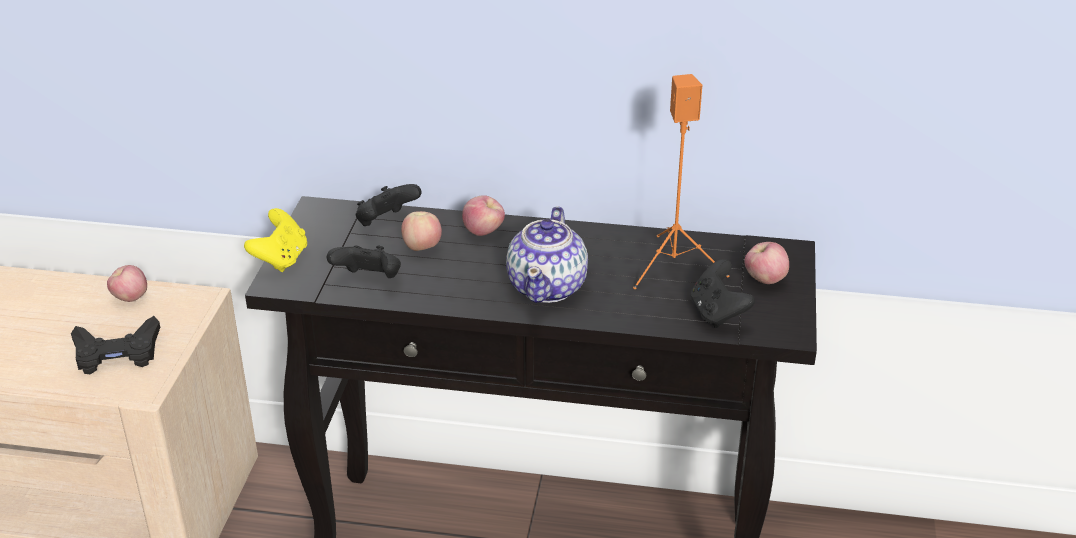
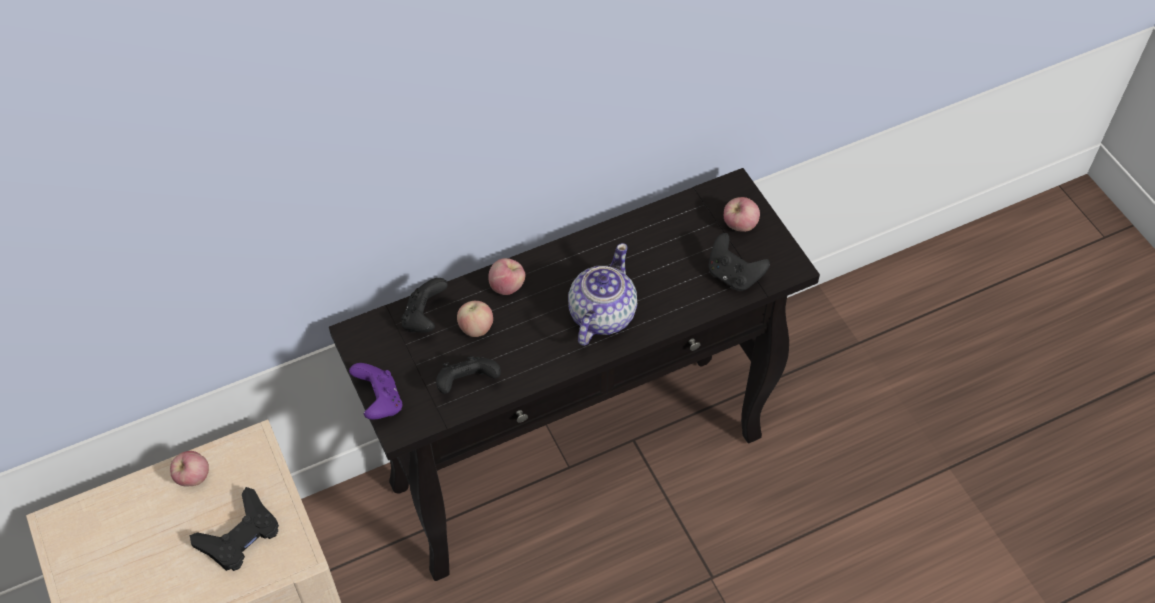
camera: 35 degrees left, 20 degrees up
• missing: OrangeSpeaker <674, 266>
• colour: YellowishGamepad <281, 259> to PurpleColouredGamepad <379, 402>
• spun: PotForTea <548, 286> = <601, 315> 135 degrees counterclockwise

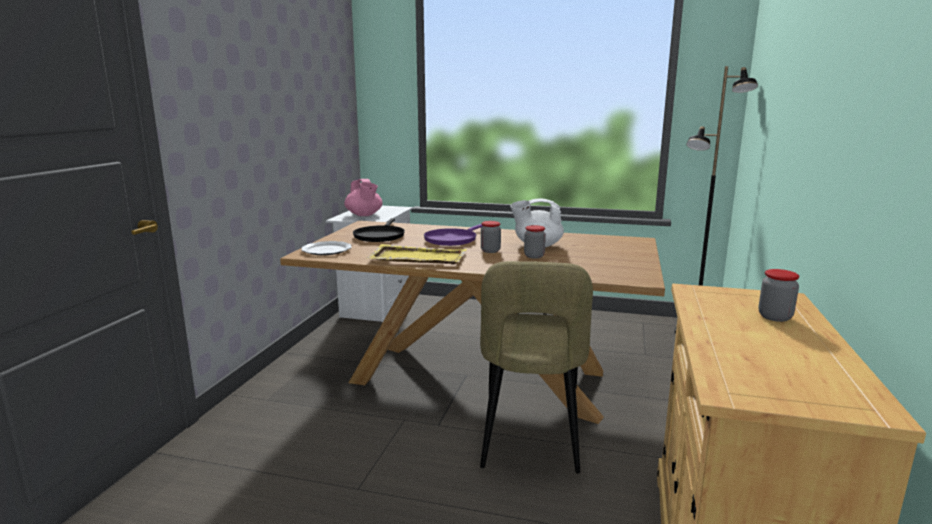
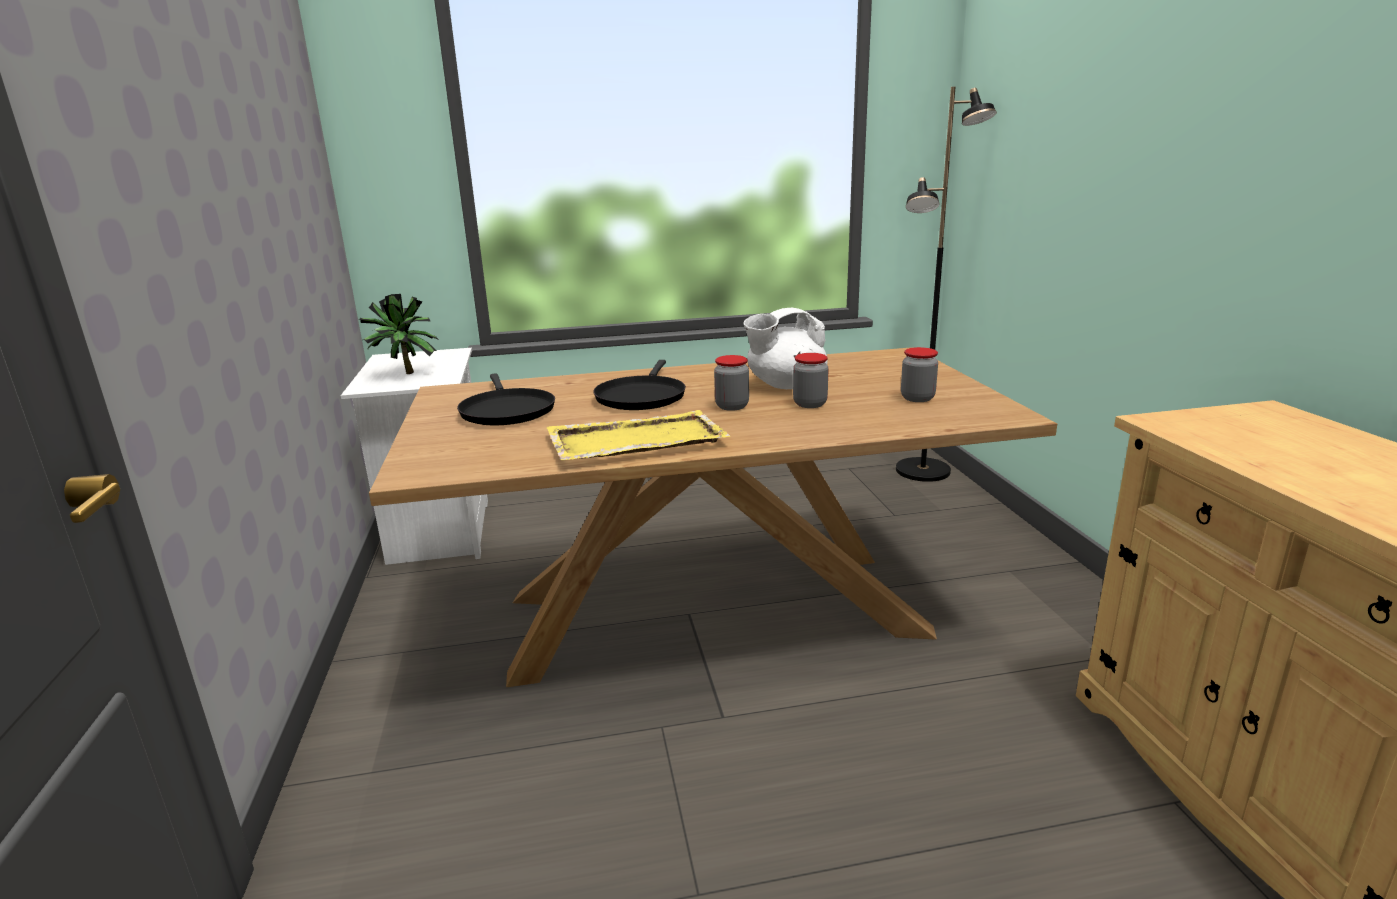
camera: 25 degrees left, 5 degrees up
• missing: Plate <327, 250>
• missing: BeigePlainChair <530, 440>
• relocated: Jar <775, 317> to <917, 398>
• exchanged: PinkishPotForTea <364, 215> to Houseplant <404, 374>
• colour: PurpleColouredPan <452, 239> to BlackColouredPan <641, 396>

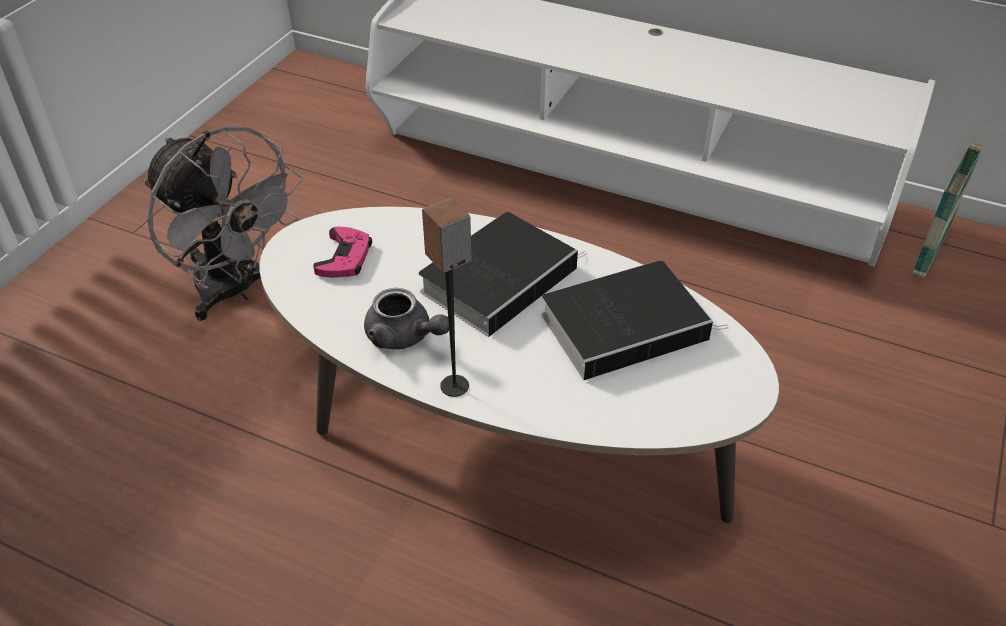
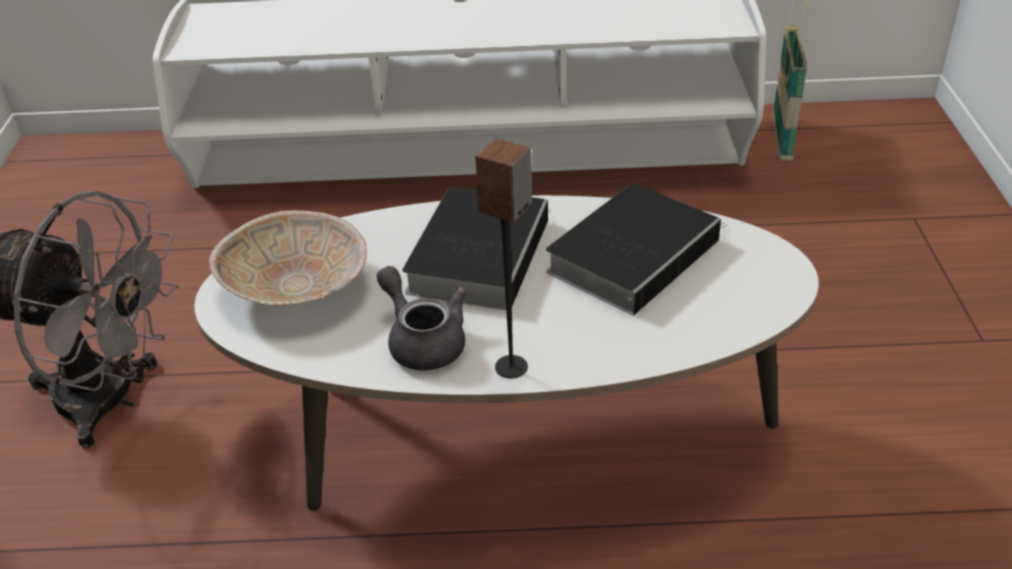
camera: 25 degrees left, 5 degrees down
• exchanged: PinkishGamepad <345, 258> to BeigeServingBowl <297, 289>
• spun: GreyishPotForTea <404, 337> = <423, 341> 135 degrees counterclockwise

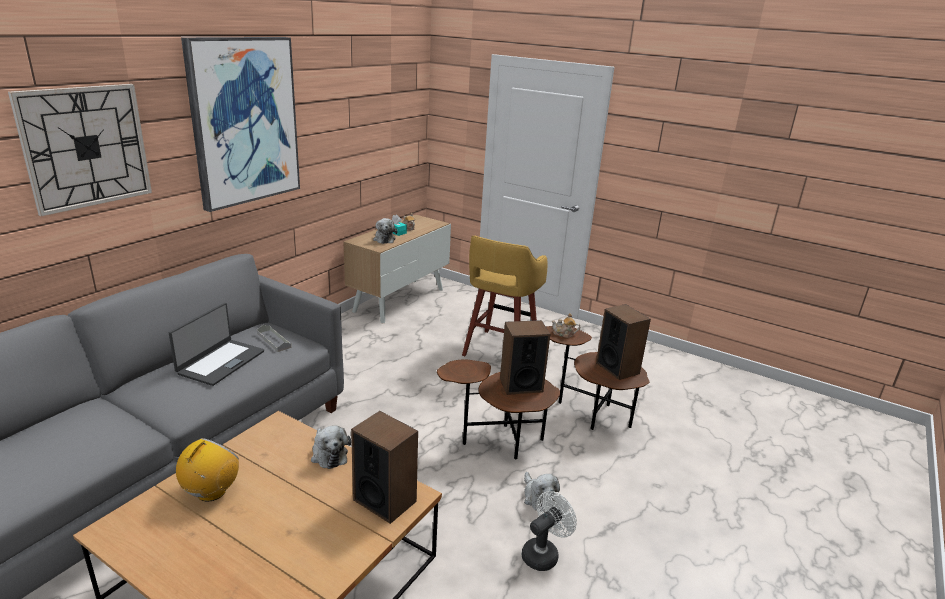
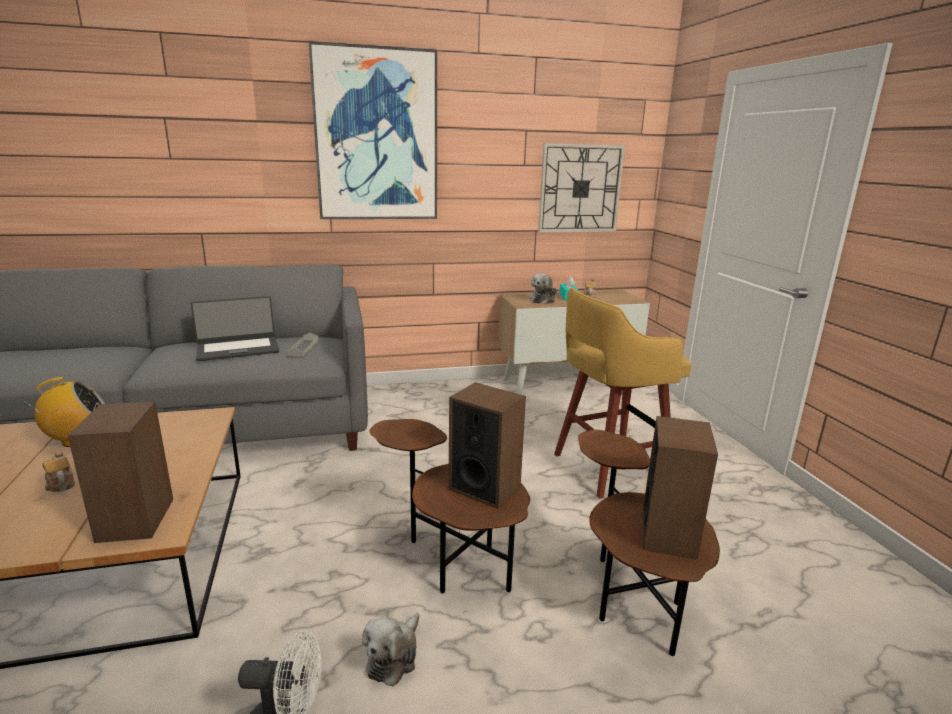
camera: 45 degrees right, 5 degrees down
• missing: PlushToy <328, 454>
• relocated: HangingClock <86, 147> to <580, 189>
• relocated: PotForTea <564, 334> to <60, 484>

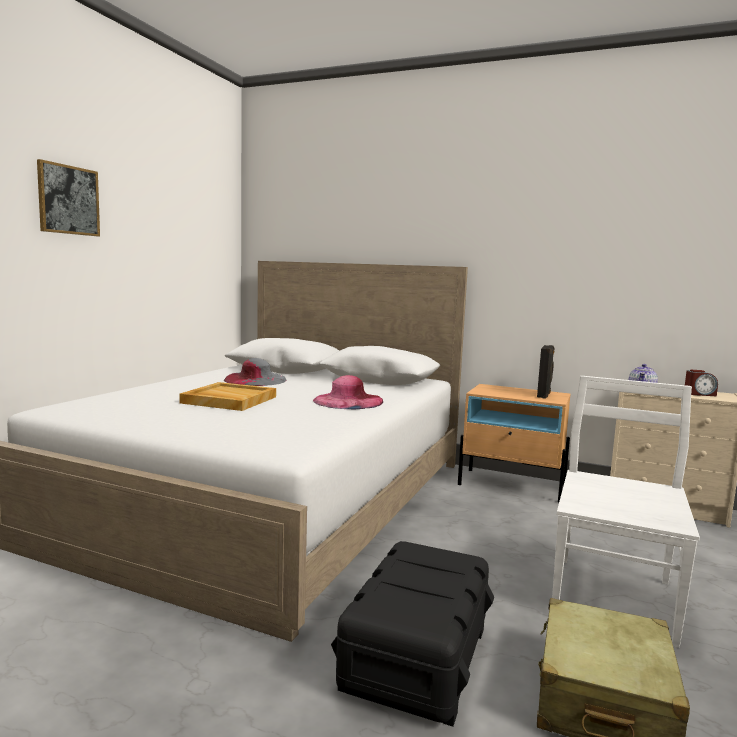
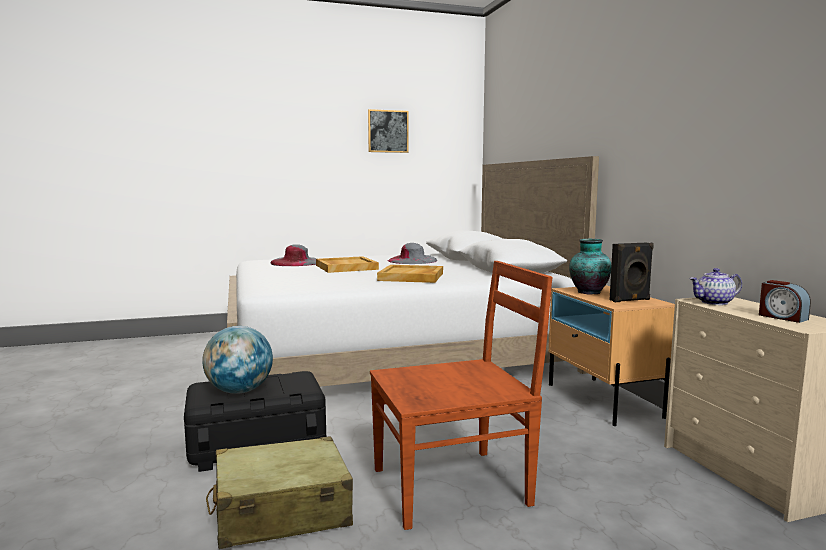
camera: 50 degrees right, 0 degrees up
• appeared: WorldGlobe <239, 391>
• appeared: GreyishClothingHat <296, 262>
• appeared: Vase <588, 292>
• relocated: WallPicture <68, 200> to <388, 131>
• exchanged: PinkishClothingHat <348, 401> to BeigeCarryingTray <411, 277>
• colour: WhitePlainChair <613, 595> to BrownPlainChair <454, 486>

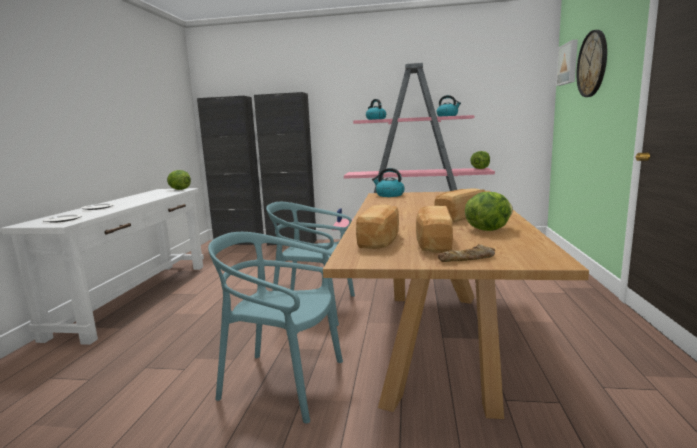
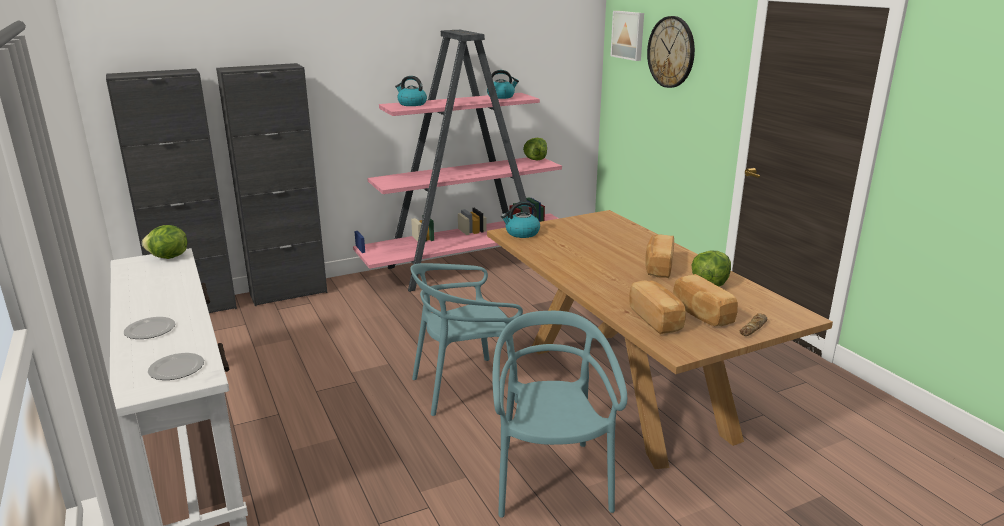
camera: 35 degrees left, 10 degrees up
• spun: TurquoisePlainChair <283, 383> = <550, 480> 105 degrees clockwise

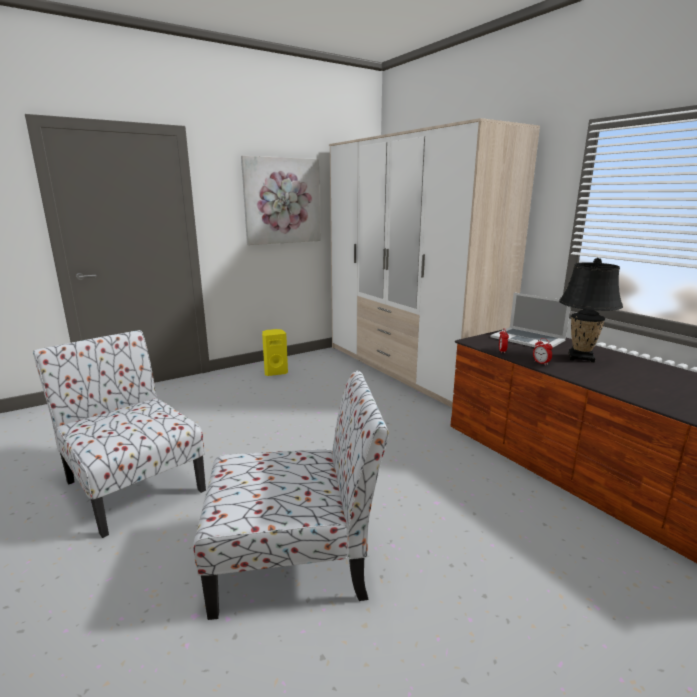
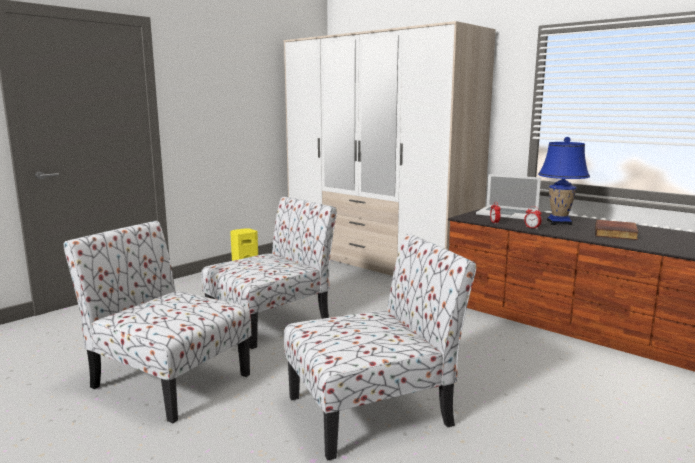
camera: 15 degrees left, 5 degrees down
• missing: WallPicture <282, 201>
• appeared: PlainChair <272, 321>
• appeared: BoundBook <616, 233>
• colour: BlackColouredTabletopLamp <581, 357> to BlueColouredTabletopLamp <559, 222>

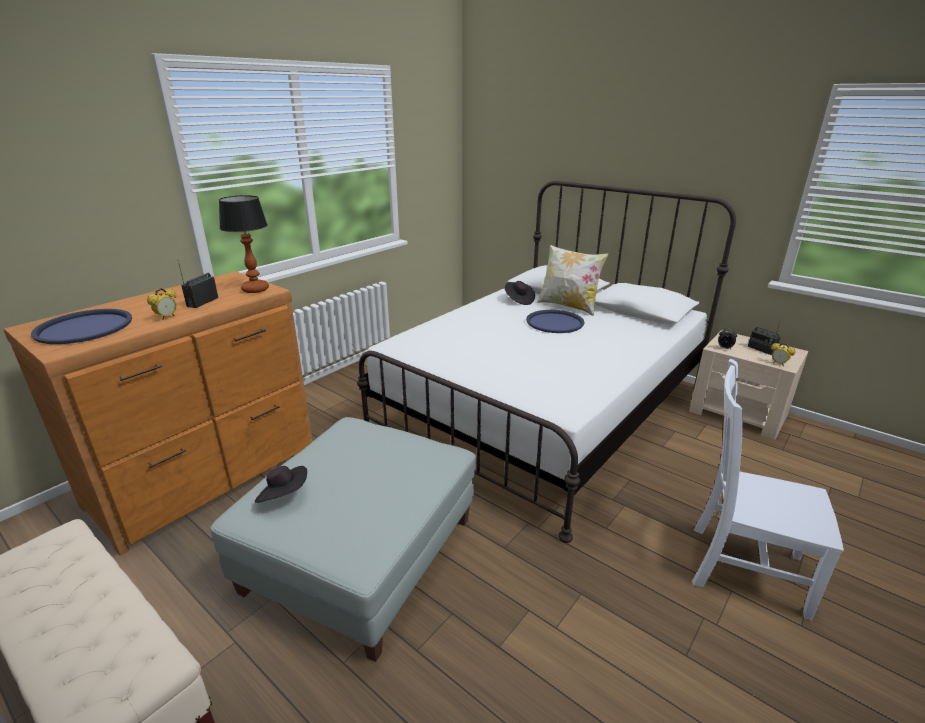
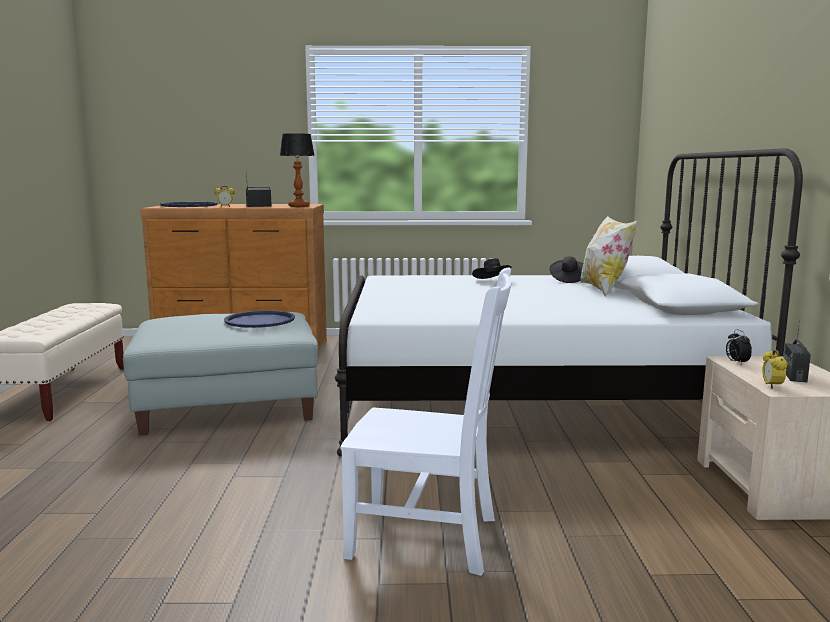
camera: 50 degrees right, 15 degrees down
• relocated: BlackColouredClothingHat <284, 496> to <492, 281>
• relocated: BlueColouredCarryingTray <555, 322> to <260, 320>
• spun: WhitePlainChair <742, 567> = <429, 538> 120 degrees clockwise

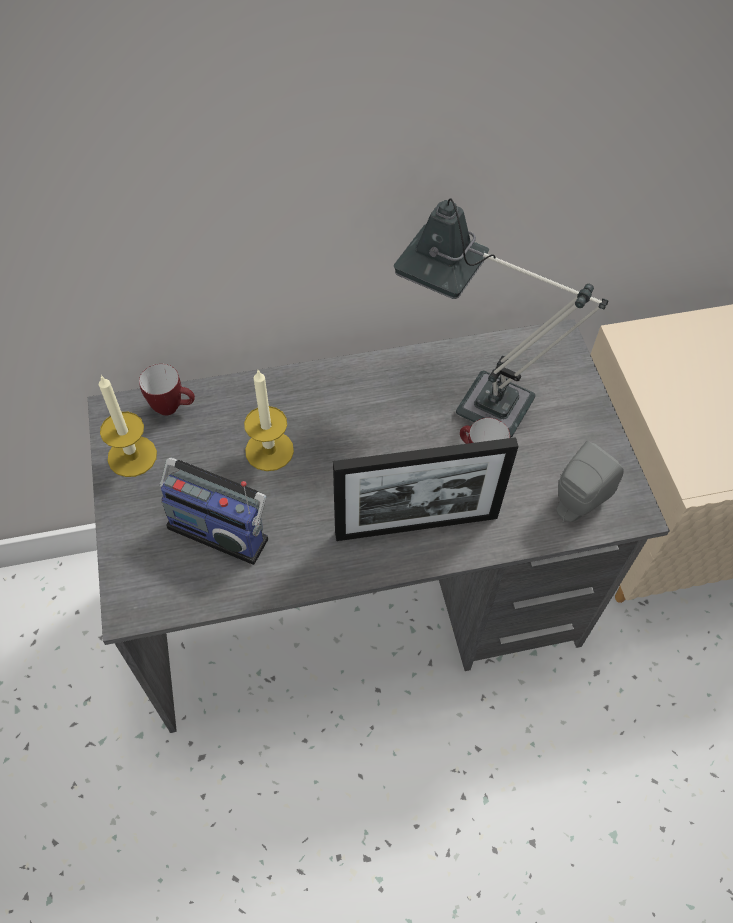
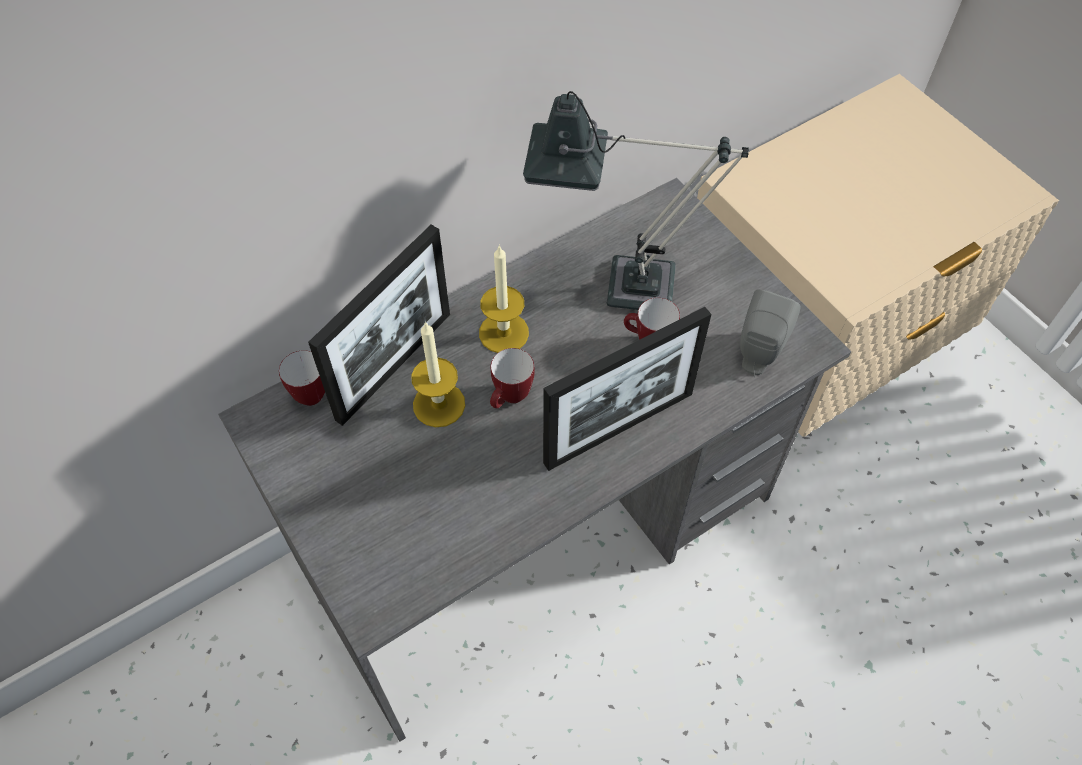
camera: 20 degrees left, 0 degrees up
• missing: RadioSet <220, 529>
• appeared: PictureFrame <394, 366>
• appeared: CoffeeMug <510, 399>
• relocated: WaxCandle <132, 456> to <503, 333>

